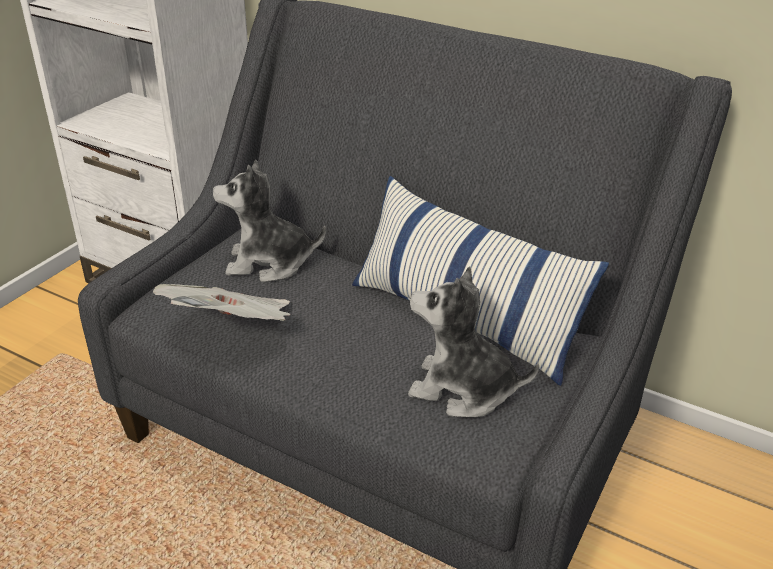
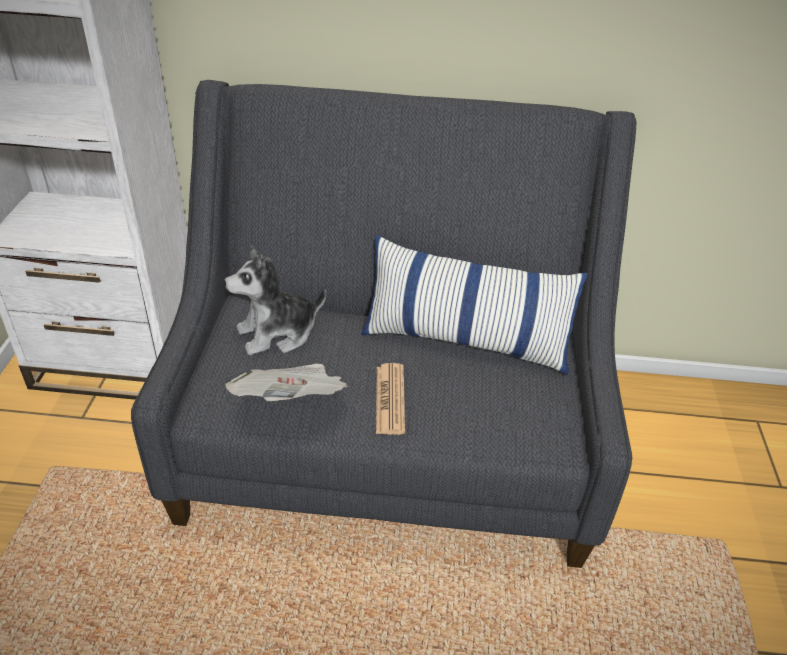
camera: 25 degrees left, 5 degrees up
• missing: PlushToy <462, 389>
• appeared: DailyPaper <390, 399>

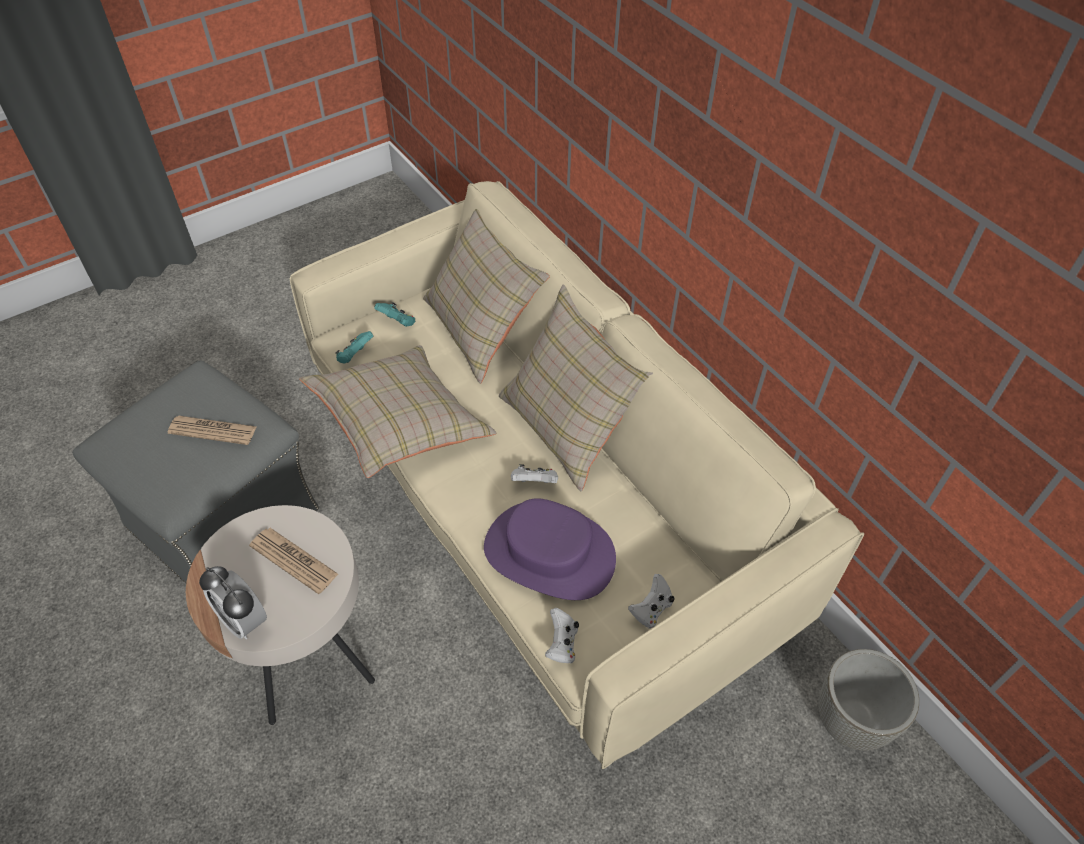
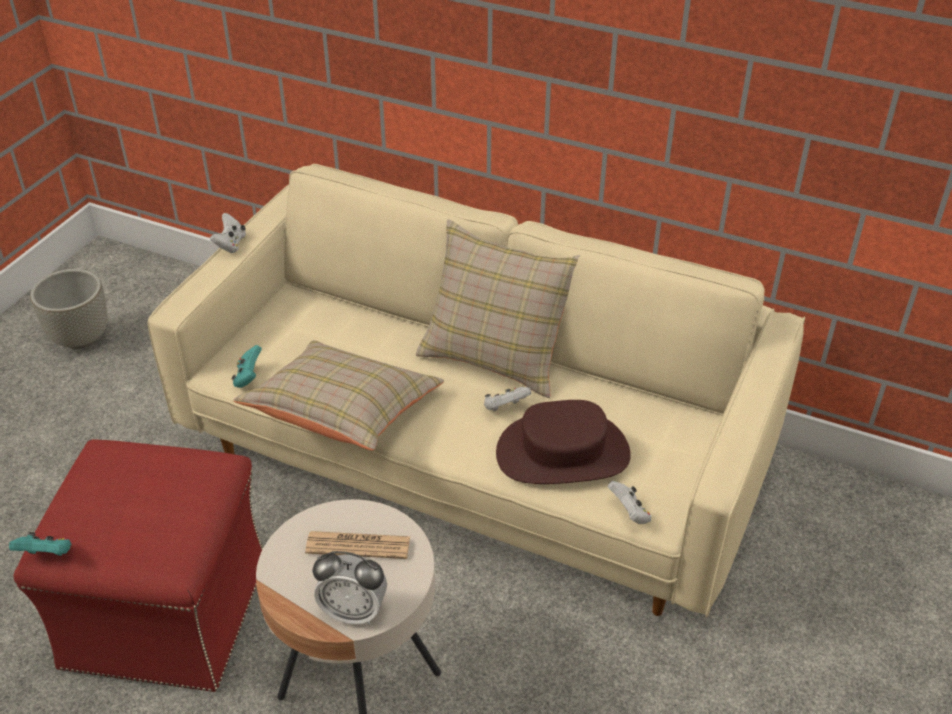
camera: 30 degrees left, 10 degrees down
• missing: DailyPaper <213, 430>
• missing: BeigePillow <482, 328>
• relocated: TurquoiseGamepad <397, 322> to <47, 555>
• relocated: WhiteGamepad <651, 609> to <231, 244>
• relocated: GreyishFlowerPot <851, 720> to <81, 338>
• colour: GreyishFootrest <224, 516> to ReddishFootrest <167, 610>
• colour: PurpleColouredClothingHat <549, 553> to BrownClothingHat <562, 454>

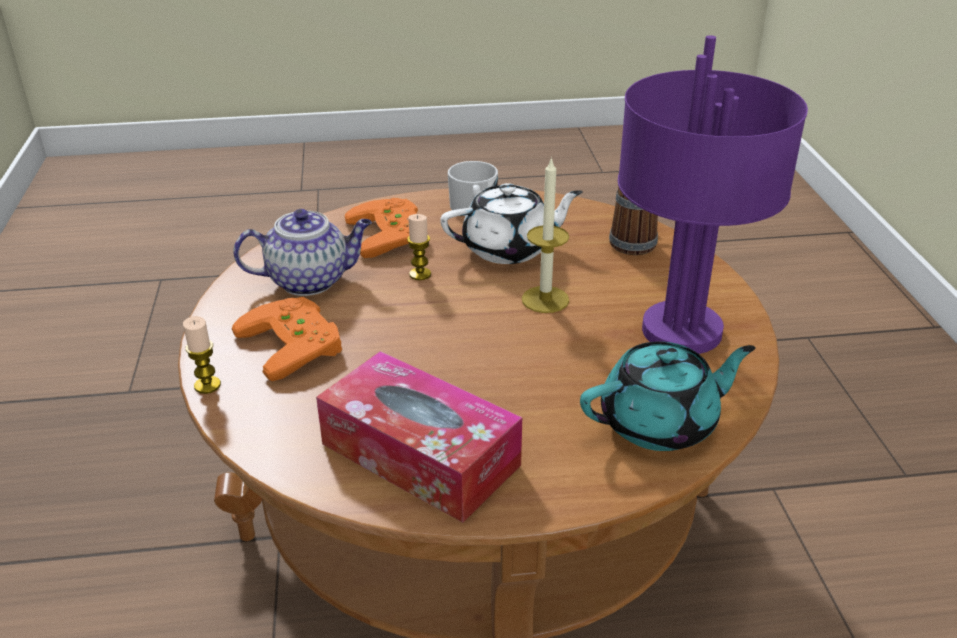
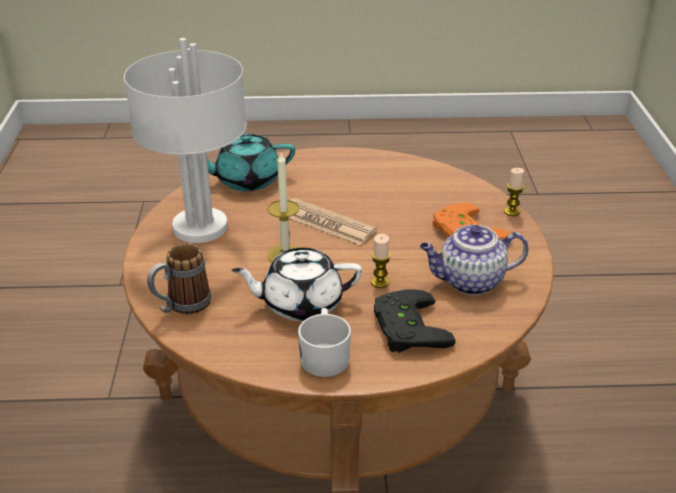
camera: 175 degrees left, 0 degrees up
• missing: TissueBox <420, 454>
• appeared: DailyPaper <326, 223>
• colour: OrangeGamepad <393, 234> to BlackColouredGamepad <405, 328>
• colour: PurpleColouredTabletopLamp <684, 331> to WhiteTabletopLamp <198, 227>

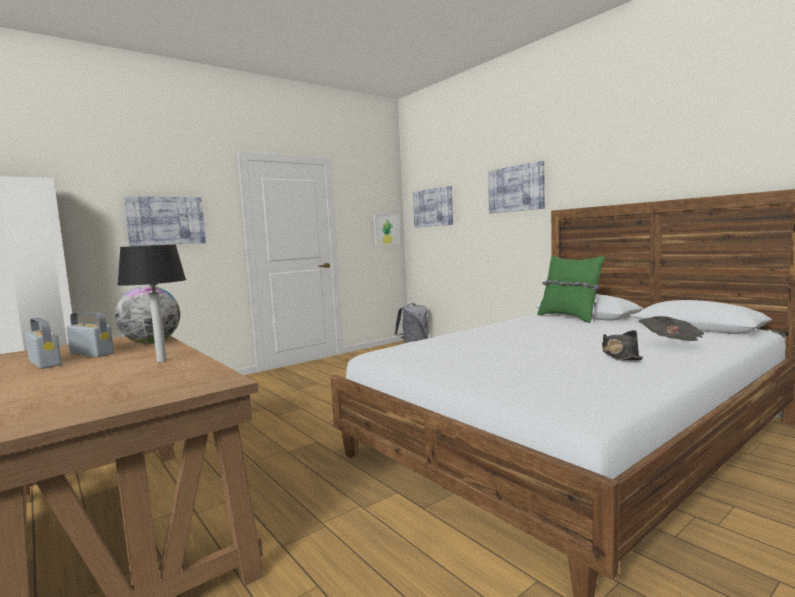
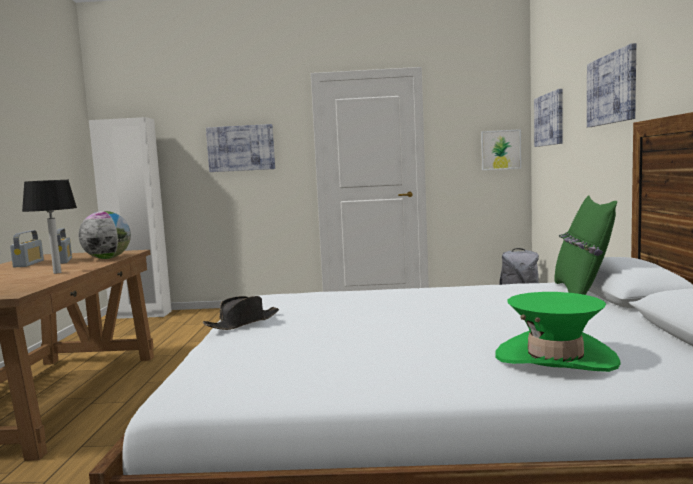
camera: 40 degrees right, 0 degrees up
• relocated: BlackColouredClothingHat <620, 355> to <243, 323>
• exchanged: DailyPaper <672, 345> to GreenColouredClothingHat <555, 358>

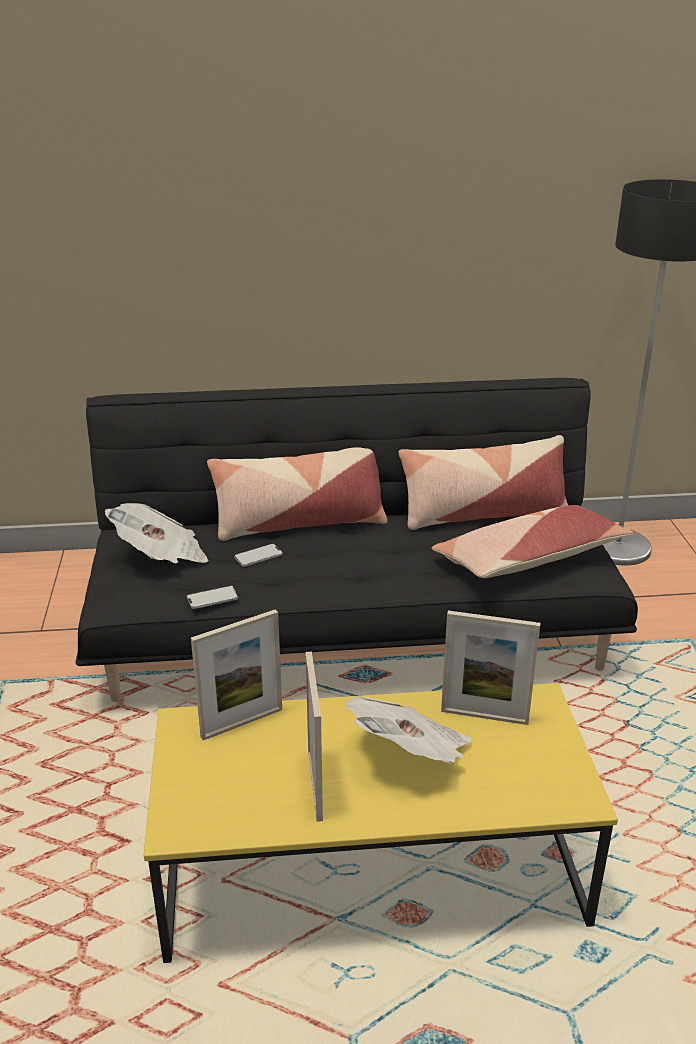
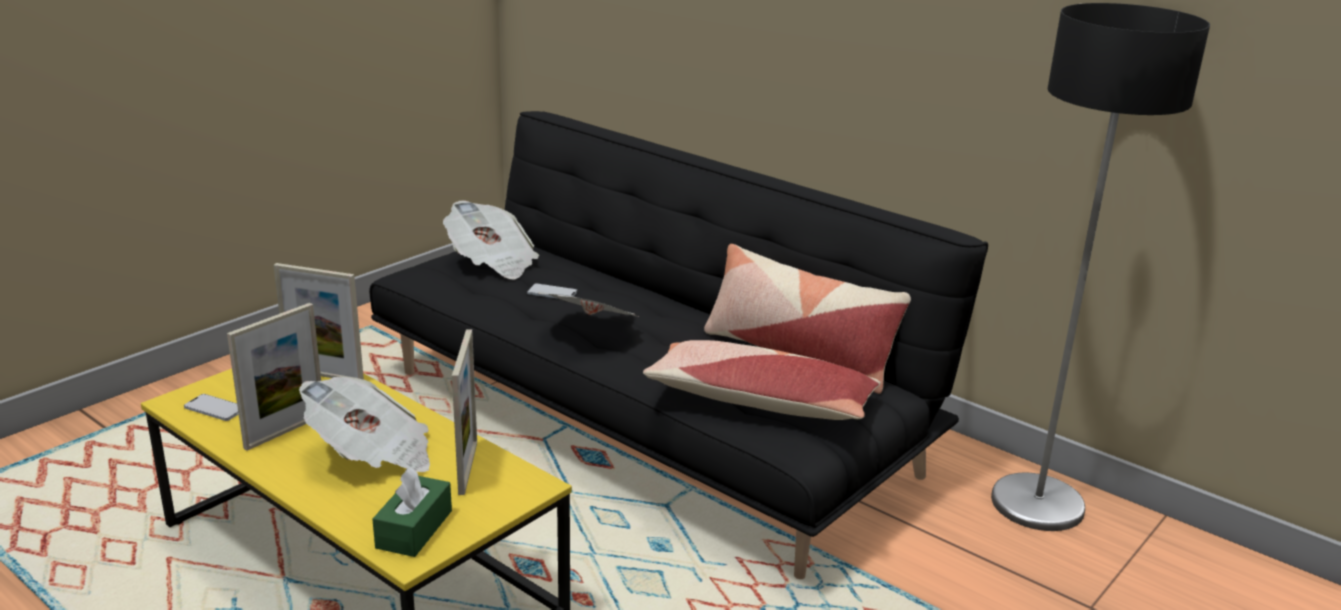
camera: 45 degrees right, 5 degrees down
• missing: Pillow <299, 523>
• appeared: GreenColouredTissueBox <414, 529>
• appeared: DailyPaper <593, 330>
• relocated: Telephone <212, 598> to <215, 409>
• spun: PictureFrame <484, 716> = <468, 467> 150 degrees counterclockwise

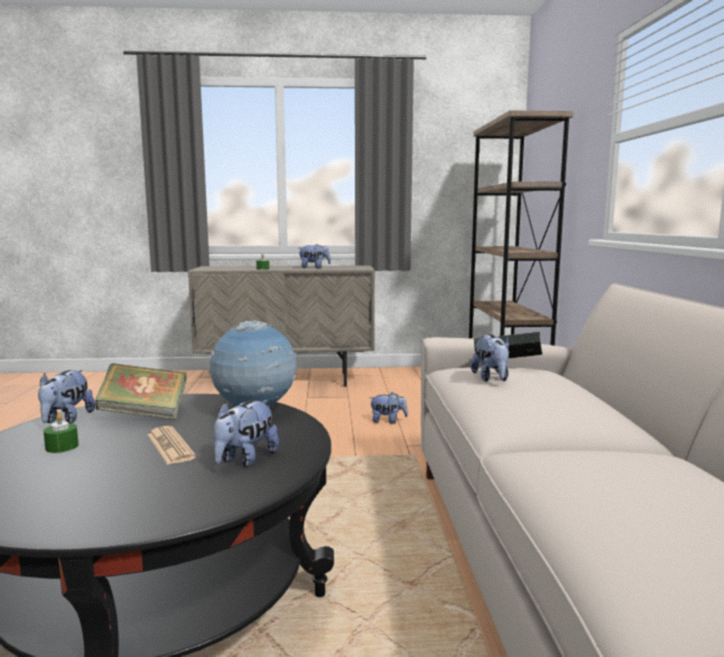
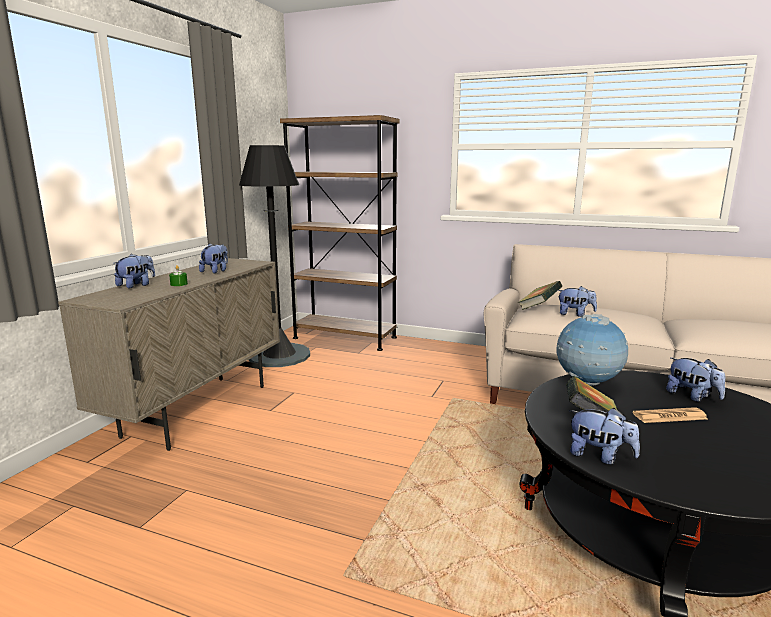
camera: 65 degrees left, 5 degrees up
• missing: GreenColouredWaxCandle <62, 447>
• appeared: BlackColouredStandingLamp <279, 355>
• relocated: PlushToy <388, 421> to <137, 285>

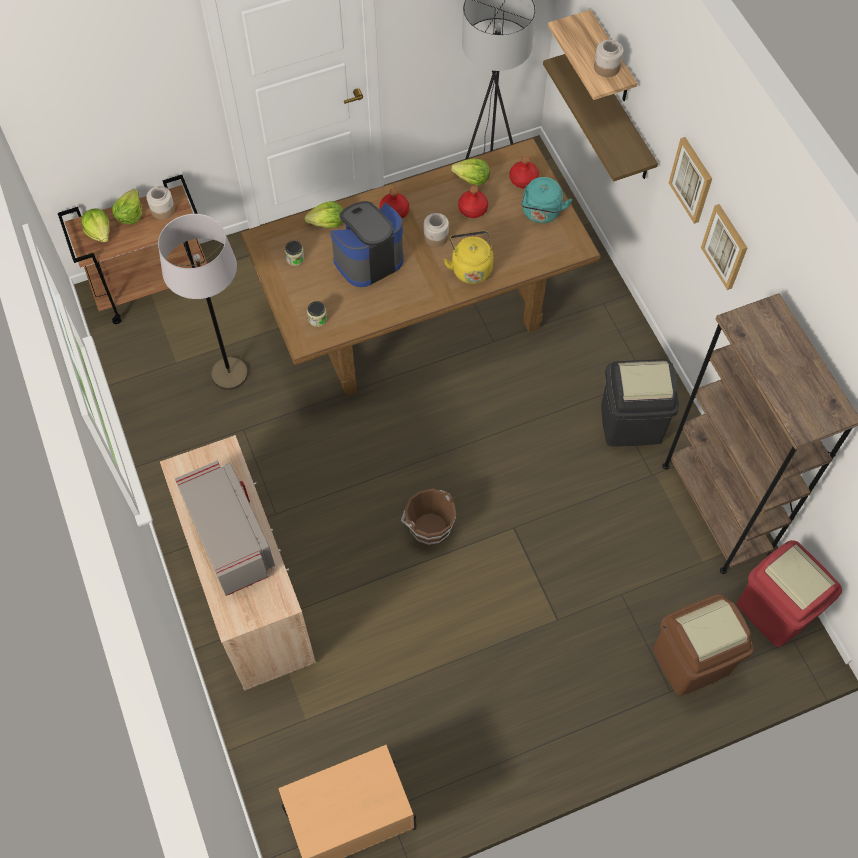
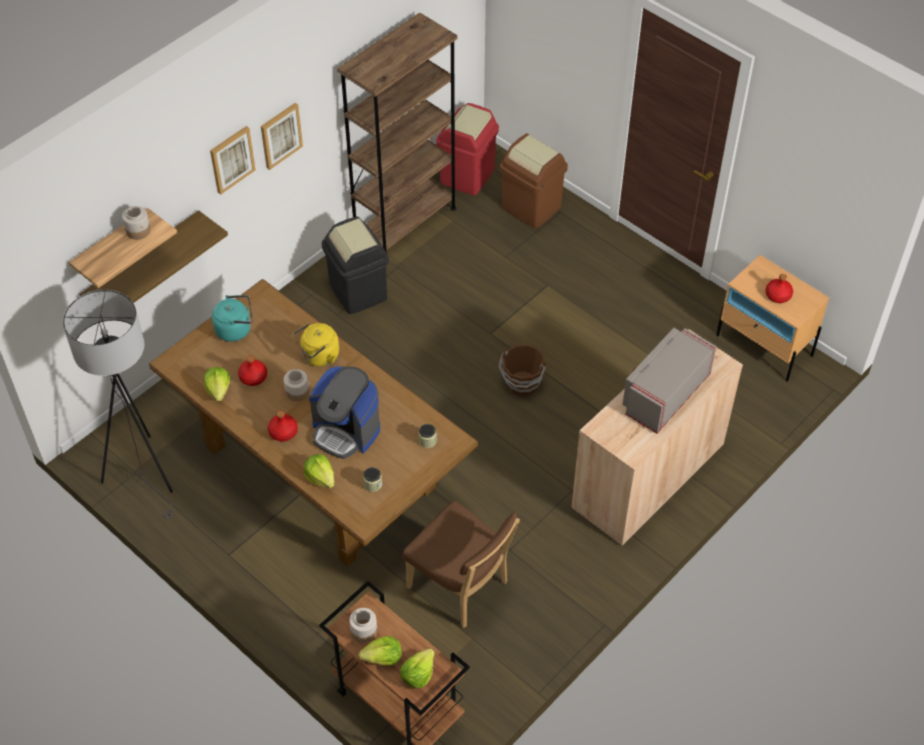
camera: 115 degrees left, 10 degrees down
• relocated: ReddishBottle <523, 179> to <778, 295>
• exchanged: GreyishStandingLamp <229, 374> to BrownPlainChair <461, 587>

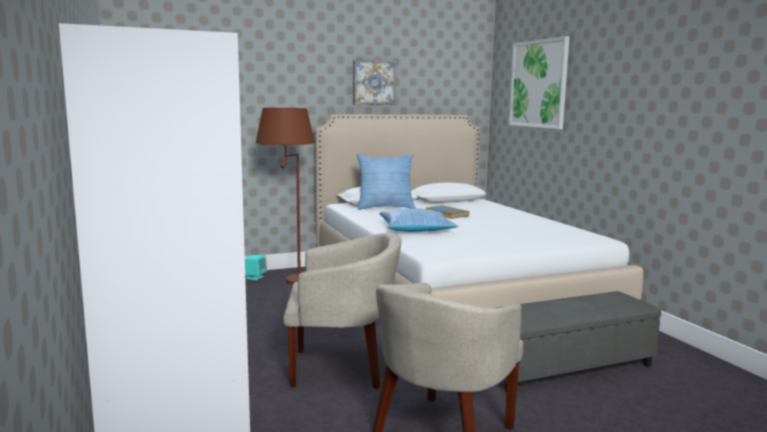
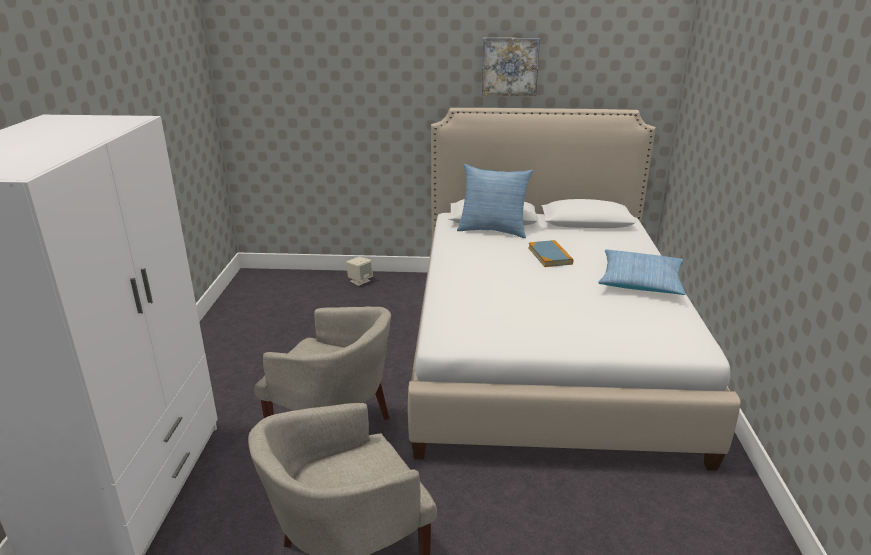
camera: 25 degrees right, 15 degrees up
• missing: BrownStandingLamp <288, 284>
• missing: GreyishFootrest <563, 366>
• missing: WallPicture <538, 84>
• relocated: Pillow <416, 229> to <640, 281>
• colour: TurquoiseSpeaker <254, 277> to BeigeSpeaker <360, 281>

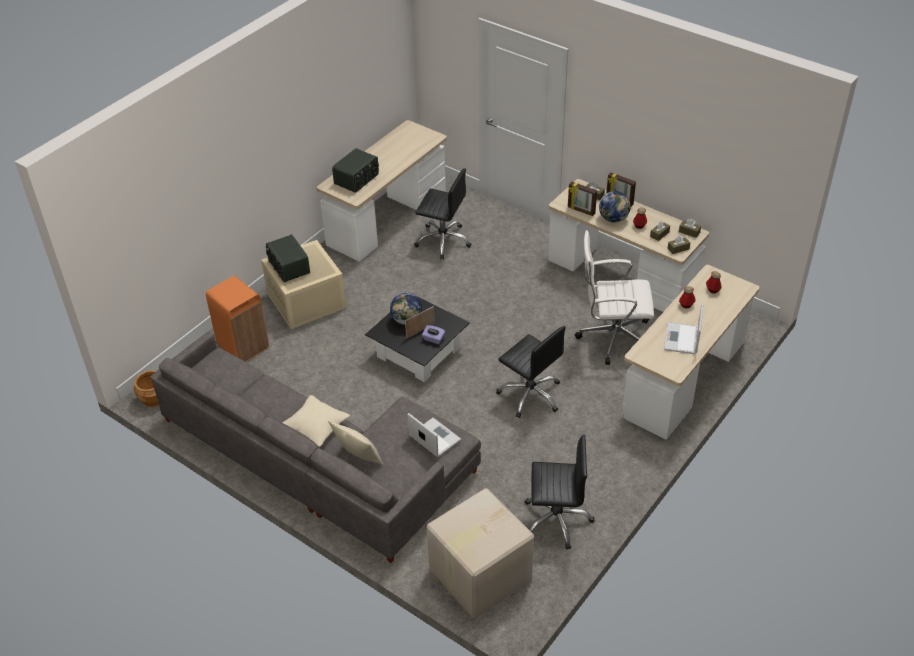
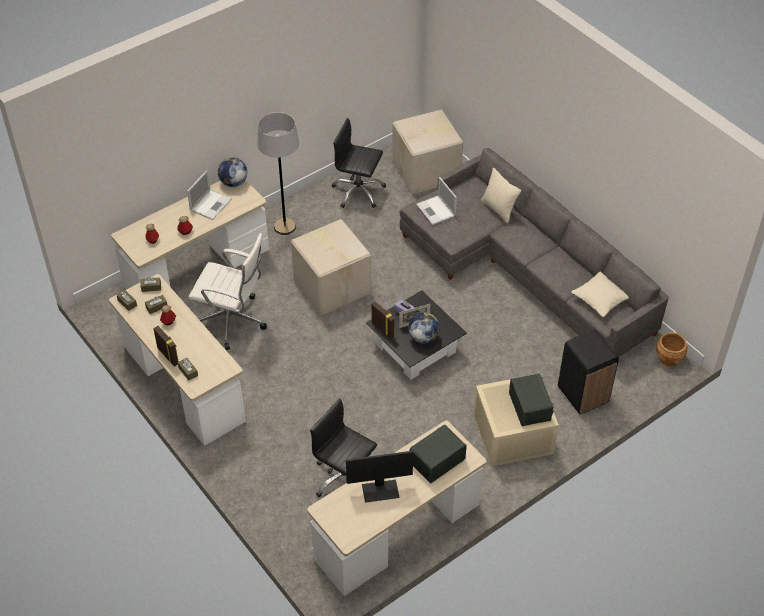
camera: 165 degrees left, 5 degrees up
• appeared: GreyishStandingLamp <285, 227>
• appeared: Monitor <380, 490>
• relocated: BeigePillow <316, 426> to <600, 299>
• relocated: PictureFrame <581, 211> to <383, 329>
• relocated: WorldGlobe <613, 219> to <233, 183>
• exchanged: BlackColouredOfficeChair <530, 395> to Carton <332, 285>
• colour: OrangeRubbishBin <243, 347> to BlackColouredRubbishBin <583, 394>

